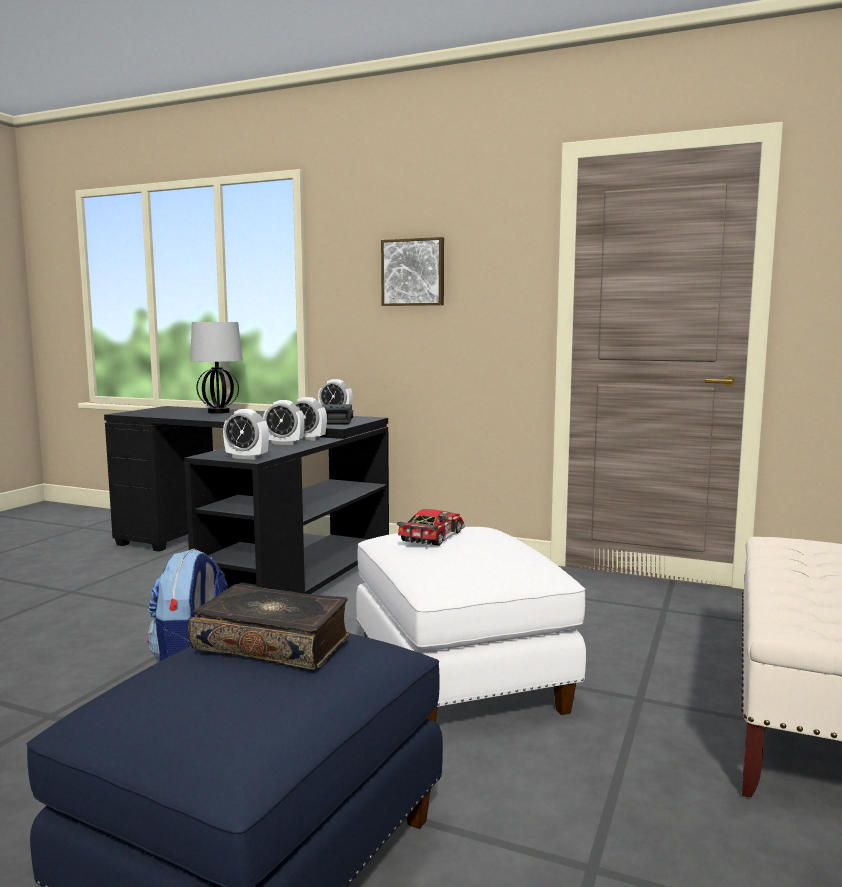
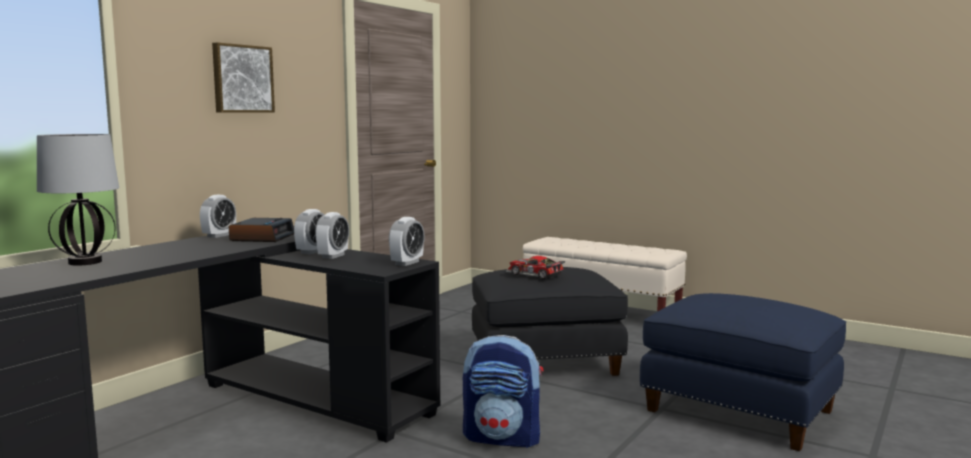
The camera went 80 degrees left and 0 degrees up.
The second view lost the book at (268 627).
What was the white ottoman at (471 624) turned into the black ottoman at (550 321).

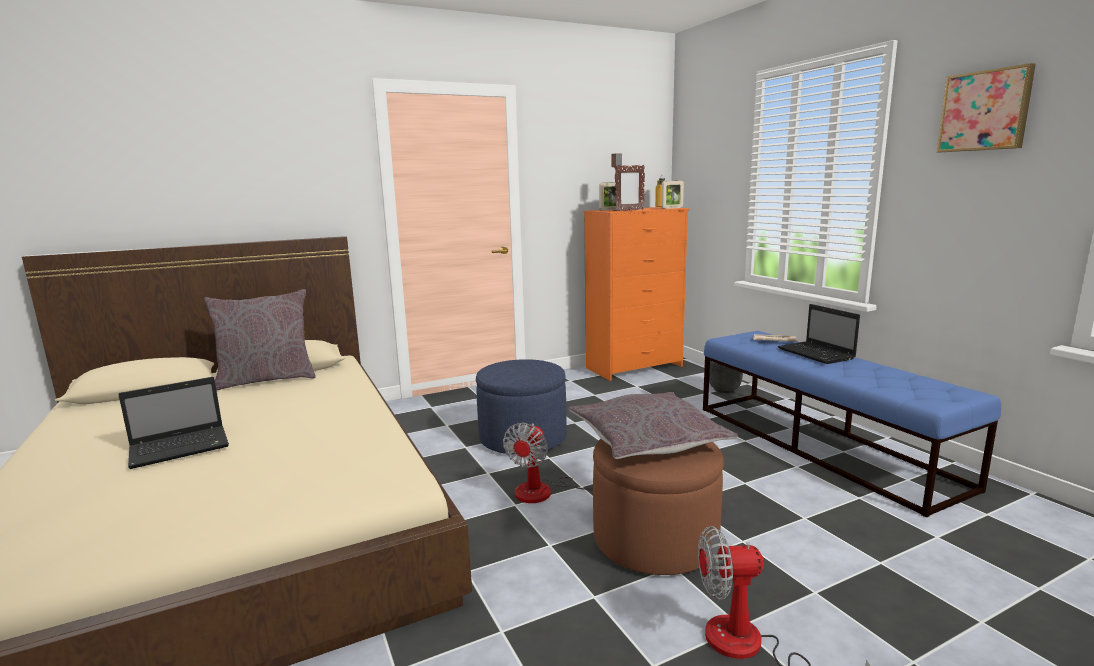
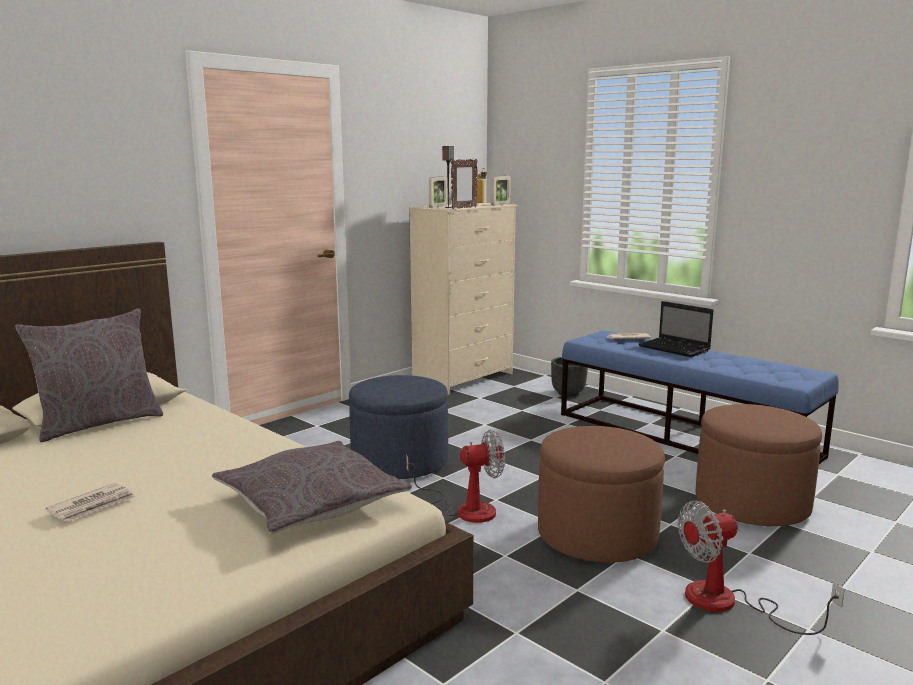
The camera went 20 degrees left and 0 degrees up.
The second view lost the picture at (986 107).
The second view gained the brown ottoman at (759 465).
The grey pillow ended up elsewhere, having gone from (653 425) to (312 487).
Where the laptop stood at (173 423), the newspaper came to stand at (91 502).
What was the orange dresser at (636 294) turned into the beige dresser at (463 299).
The fan at (548 463) ended up facing another way, 105 degrees counterclockwise from before.

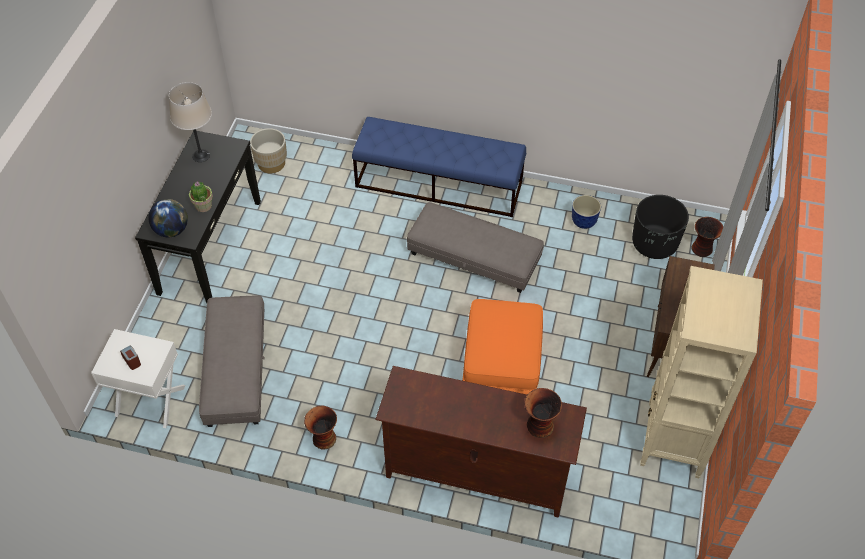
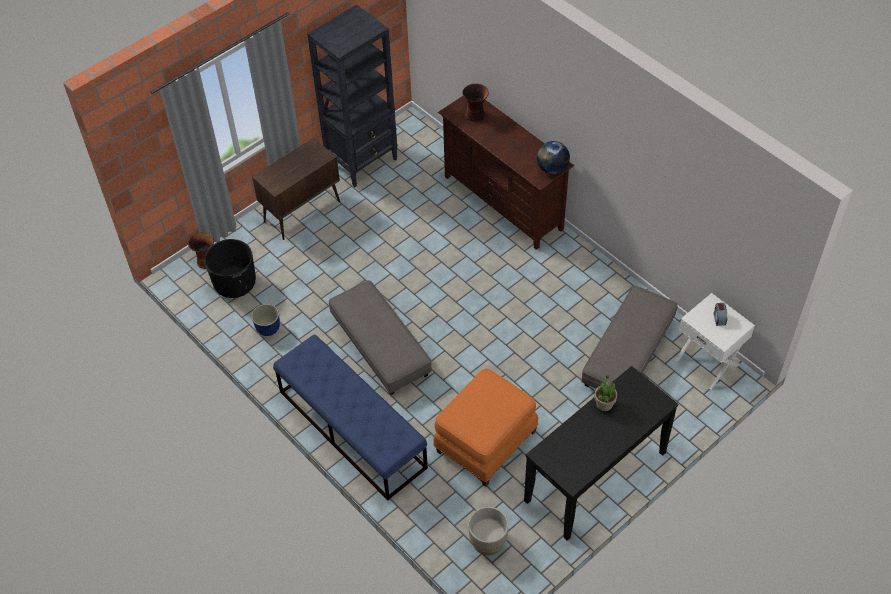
The camera went 145 degrees left and 0 degrees up.
The second view lost the beige table lamp at (190 122).
The second view lost the vase at (320 428).
The globe ended up elsewhere, having gone from (168 218) to (553 157).
The orange ottoman ended up elsewhere, having gone from (502 347) to (485 427).
What was the beige bookcase at (701 372) turned into the black bookcase at (352 96).

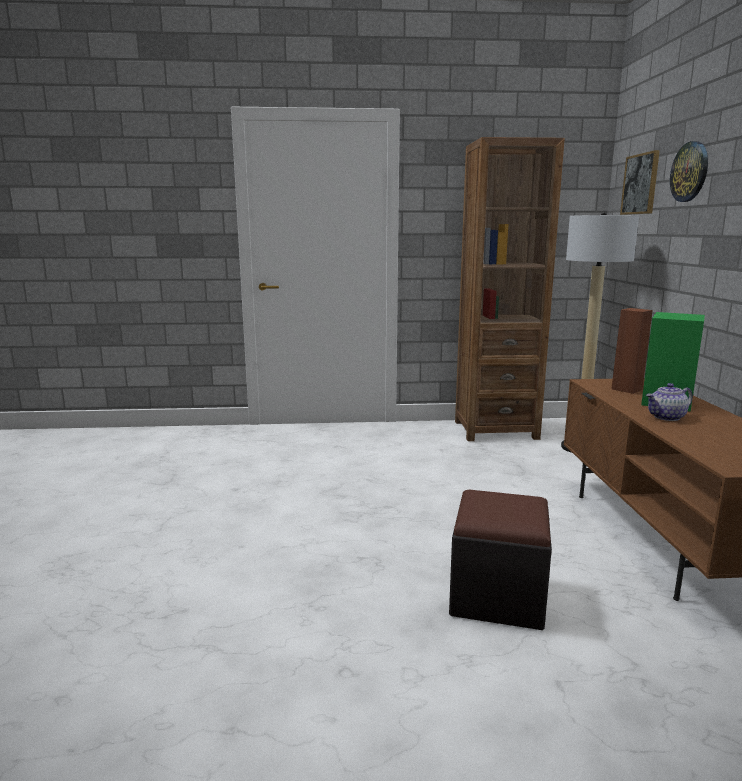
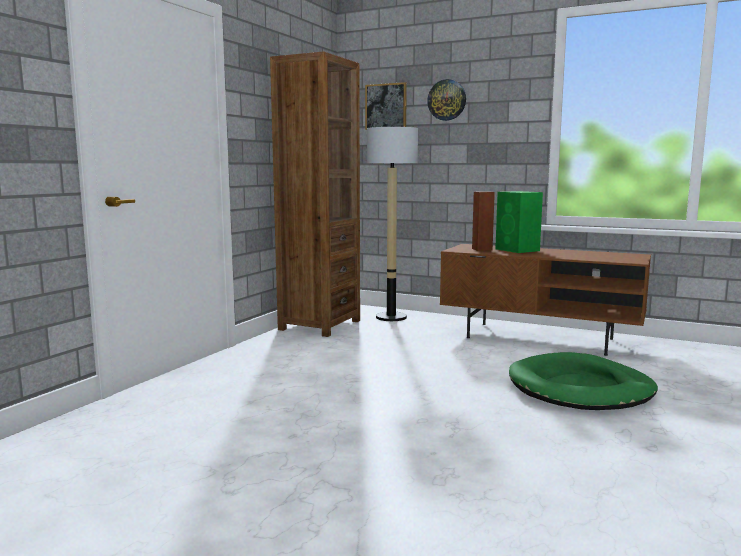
The camera went 60 degrees left and 5 degrees down.
The second view lost the teapot at (669 402).
Where the black ottoman stood at (500 560), the green dog bed came to stand at (583 381).

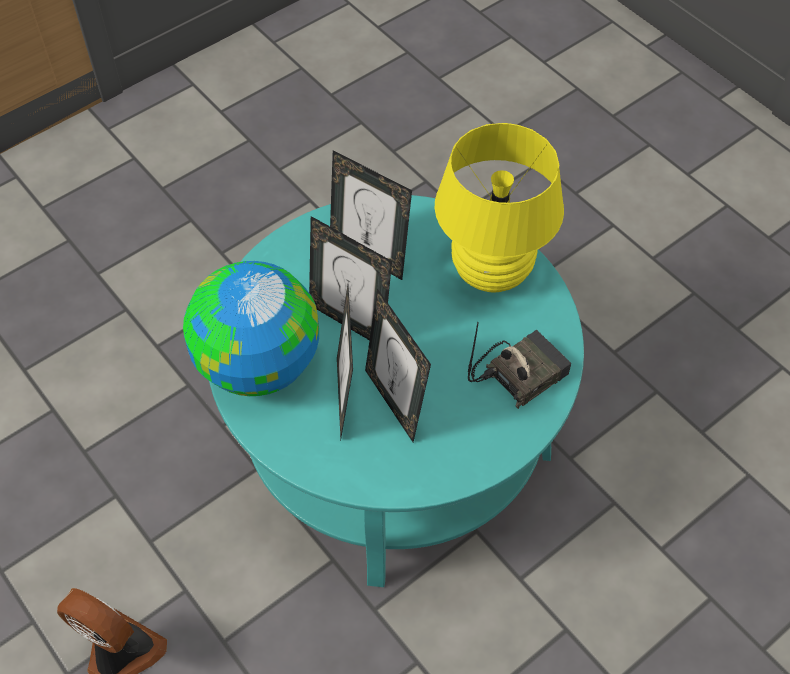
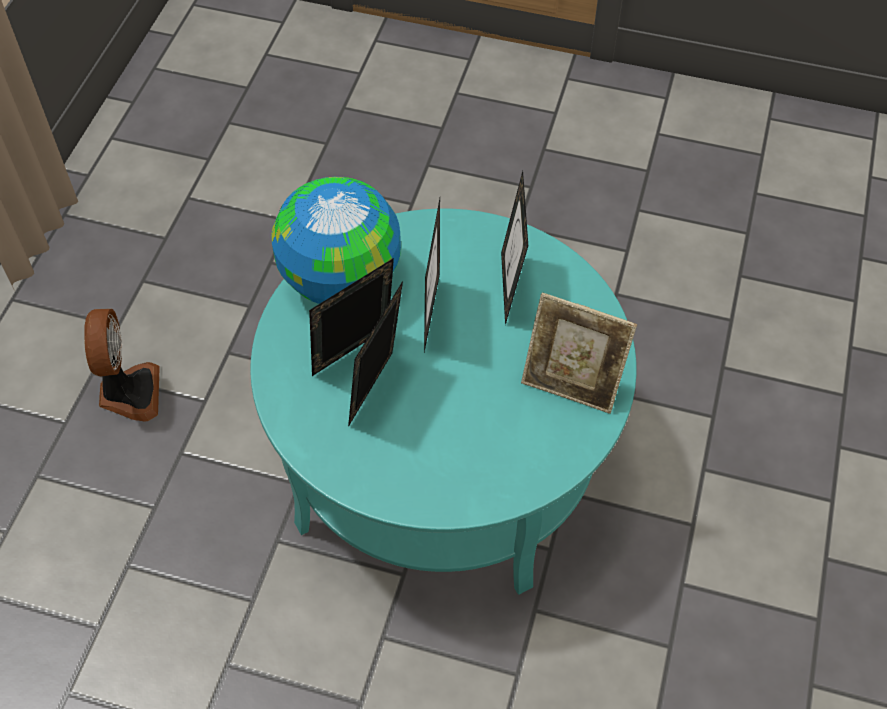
The camera went 55 degrees right and 0 degrees up.
The second view lost the radio at (519 365).
Where the yellow table lamp stood at (499 207), the picture frame came to stand at (579 353).

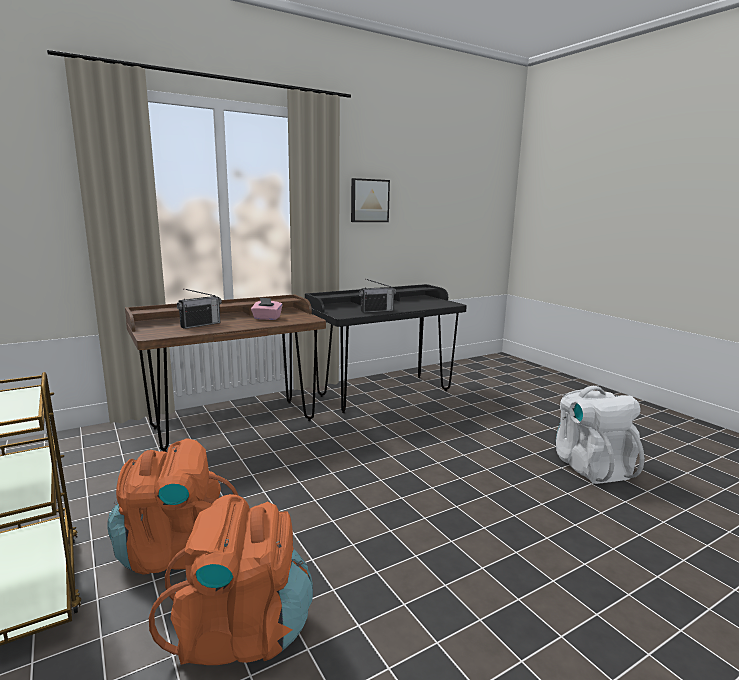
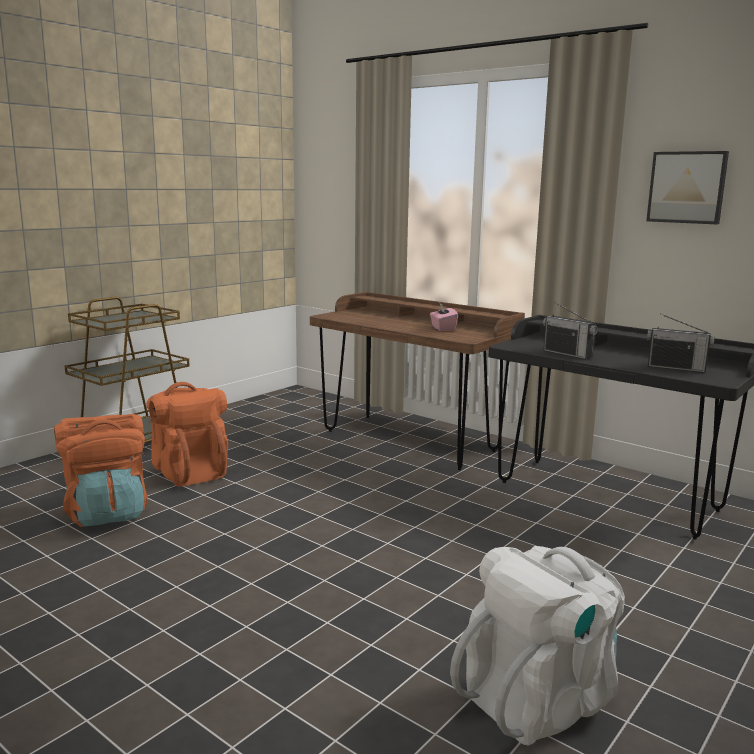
The camera went 70 degrees right and 0 degrees up.
The radio ended up elsewhere, having gone from (199 308) to (681 343).

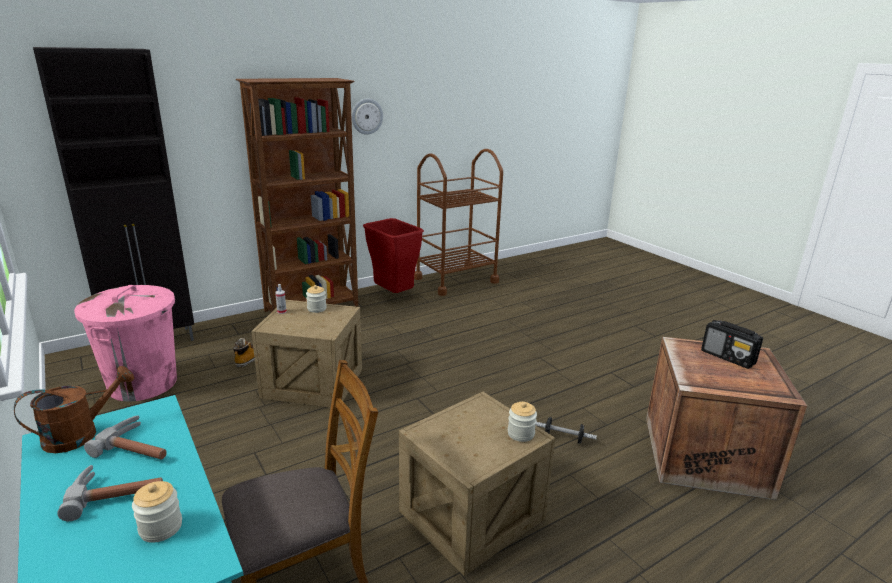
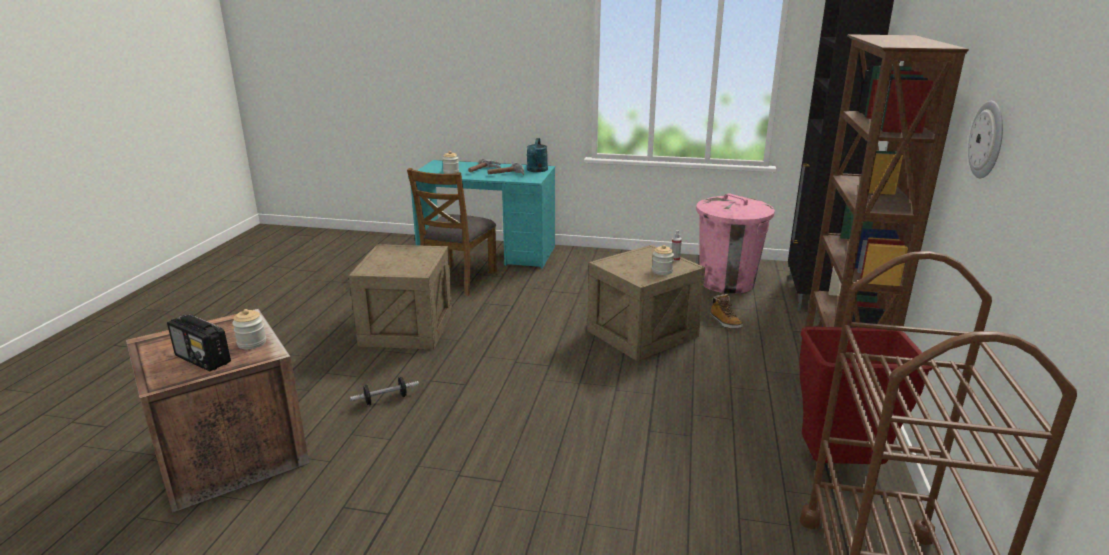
The camera went 135 degrees right and 0 degrees up.
The jar ended up elsewhere, having gone from (522 422) to (249 329).
What was the brown watering can at (74 409) turned into the turquoise watering can at (537 155).
The radio at (732 344) ended up facing another way, 150 degrees counterclockwise from before.

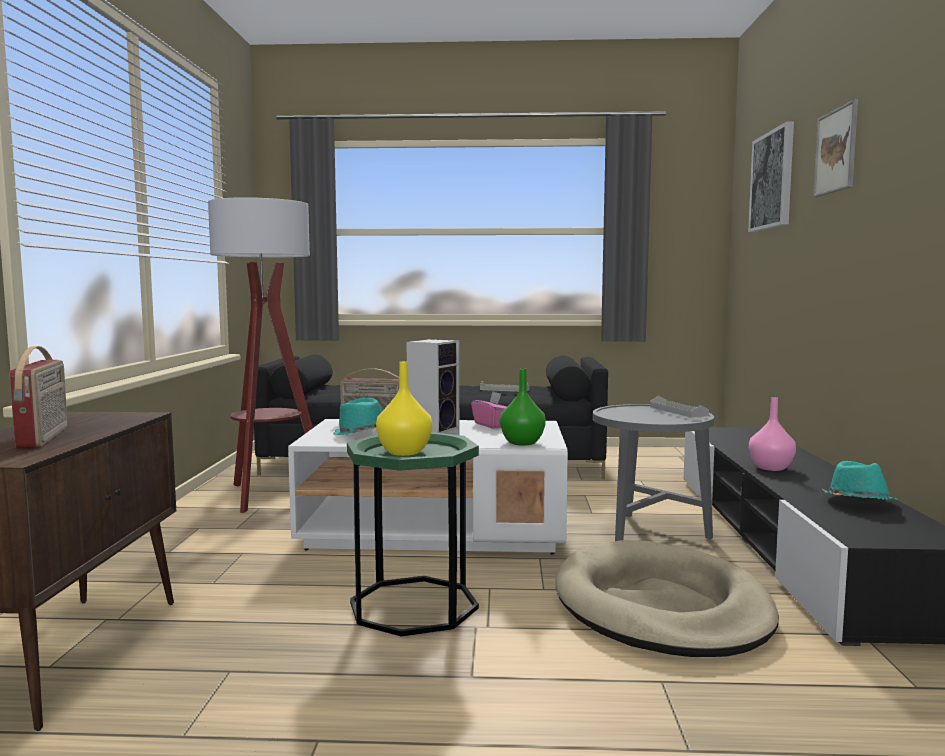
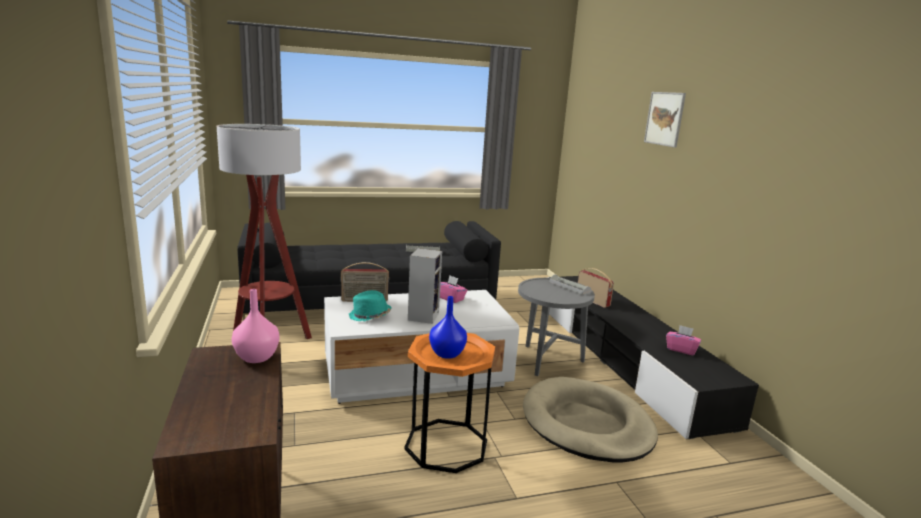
The camera went 20 degrees left and 10 degrees up.
The second view lost the green vase at (523 407).
The second view lost the picture at (771 176).
The radio ended up elsewhere, having gone from (38 397) to (596 288).
The pink vase ended up elsewhere, having gone from (772 434) to (255 326).
Where the turquoise hat stood at (860 480), the pink tissue box came to stand at (683 340).
What was the green side table at (413 534) turned into the orange side table at (449 403).
What was the yellow vase at (404 408) turned into the blue vase at (448 327).

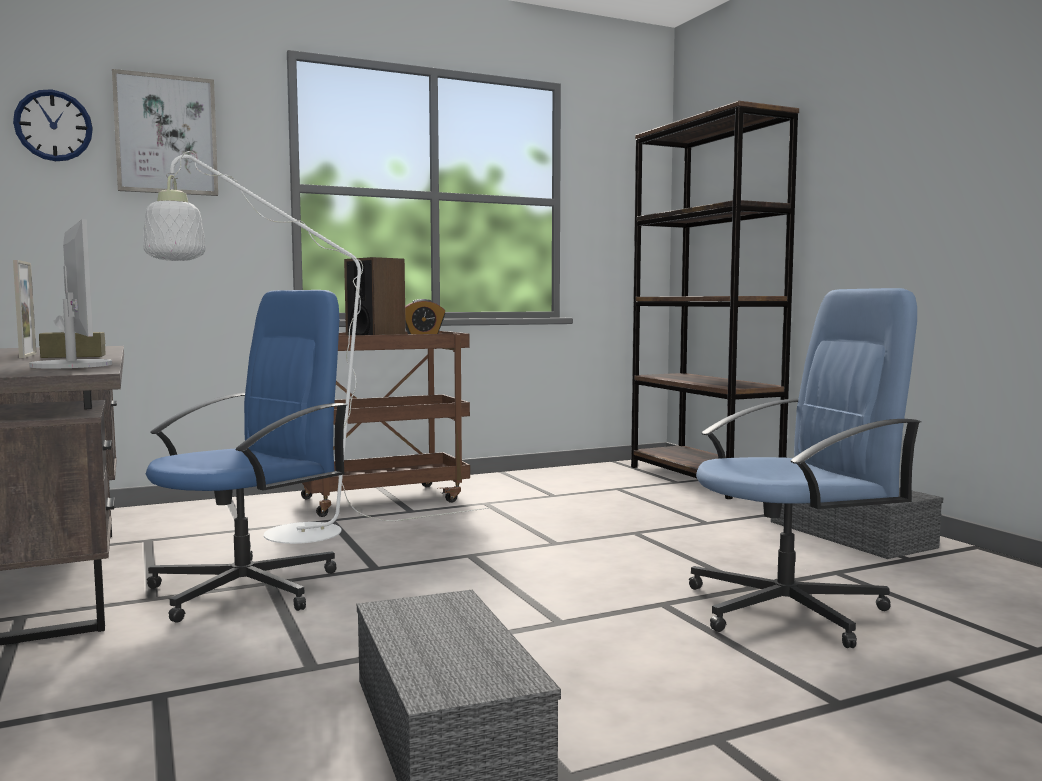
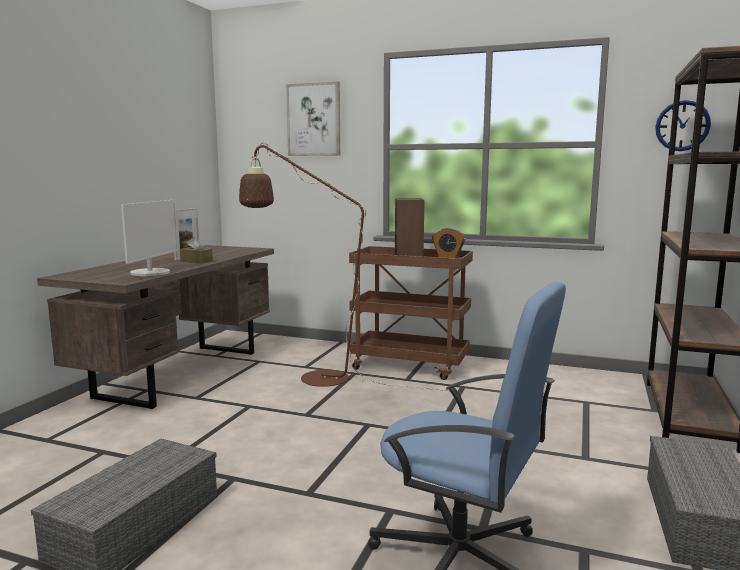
The camera went 45 degrees right and 5 degrees up.
The second view lost the blue office chair at (247 456).
The wall clock ended up elsewhere, having gone from (53 125) to (683 125).
What was the white floor lamp at (316 347) turned into the brown floor lamp at (343 267).

